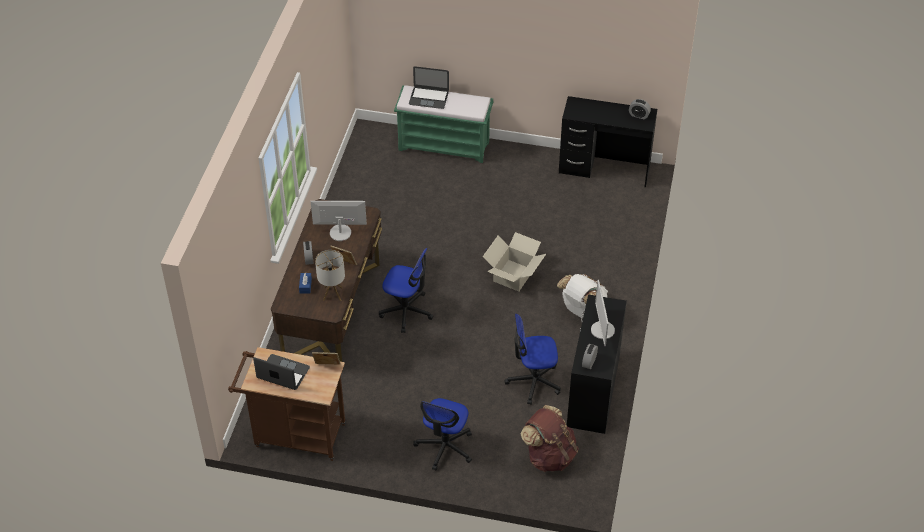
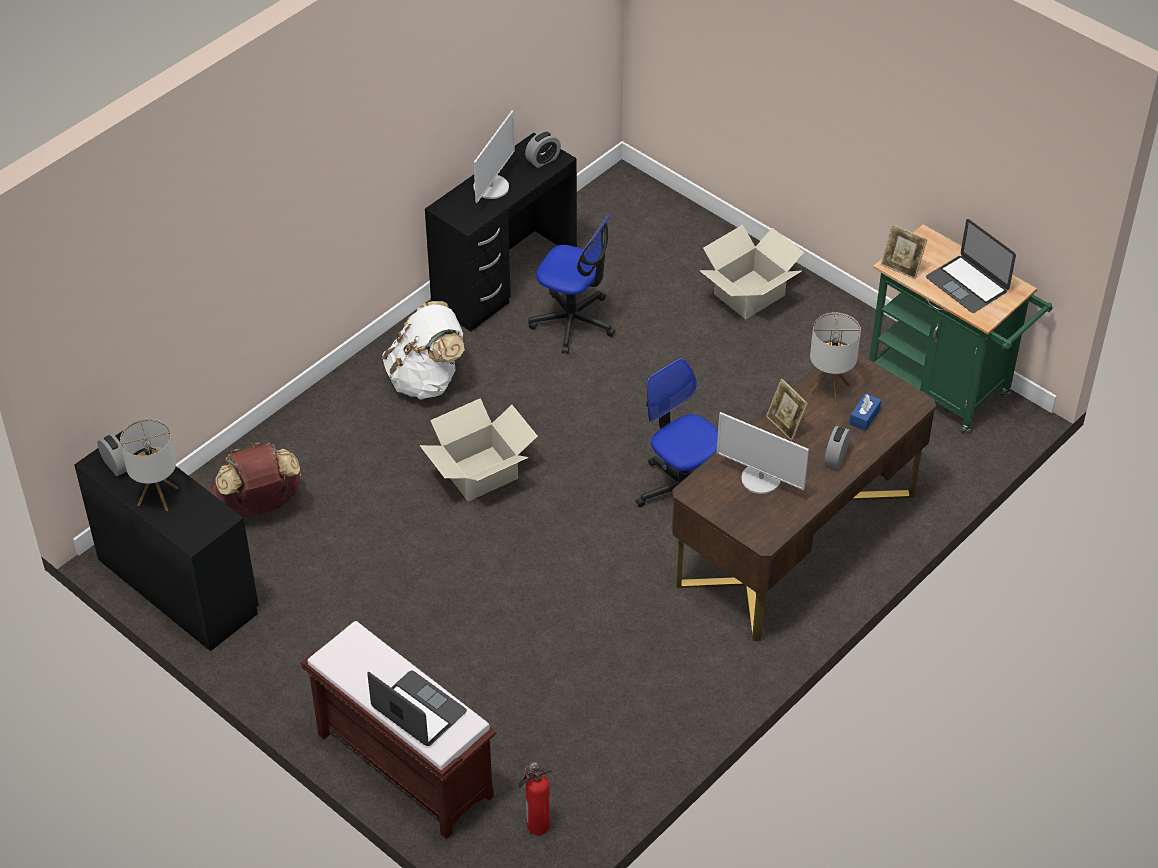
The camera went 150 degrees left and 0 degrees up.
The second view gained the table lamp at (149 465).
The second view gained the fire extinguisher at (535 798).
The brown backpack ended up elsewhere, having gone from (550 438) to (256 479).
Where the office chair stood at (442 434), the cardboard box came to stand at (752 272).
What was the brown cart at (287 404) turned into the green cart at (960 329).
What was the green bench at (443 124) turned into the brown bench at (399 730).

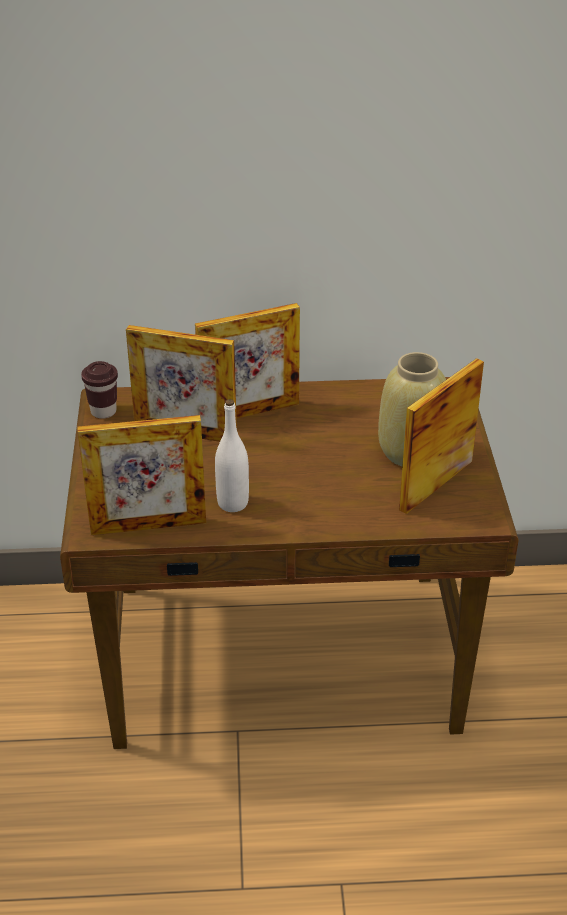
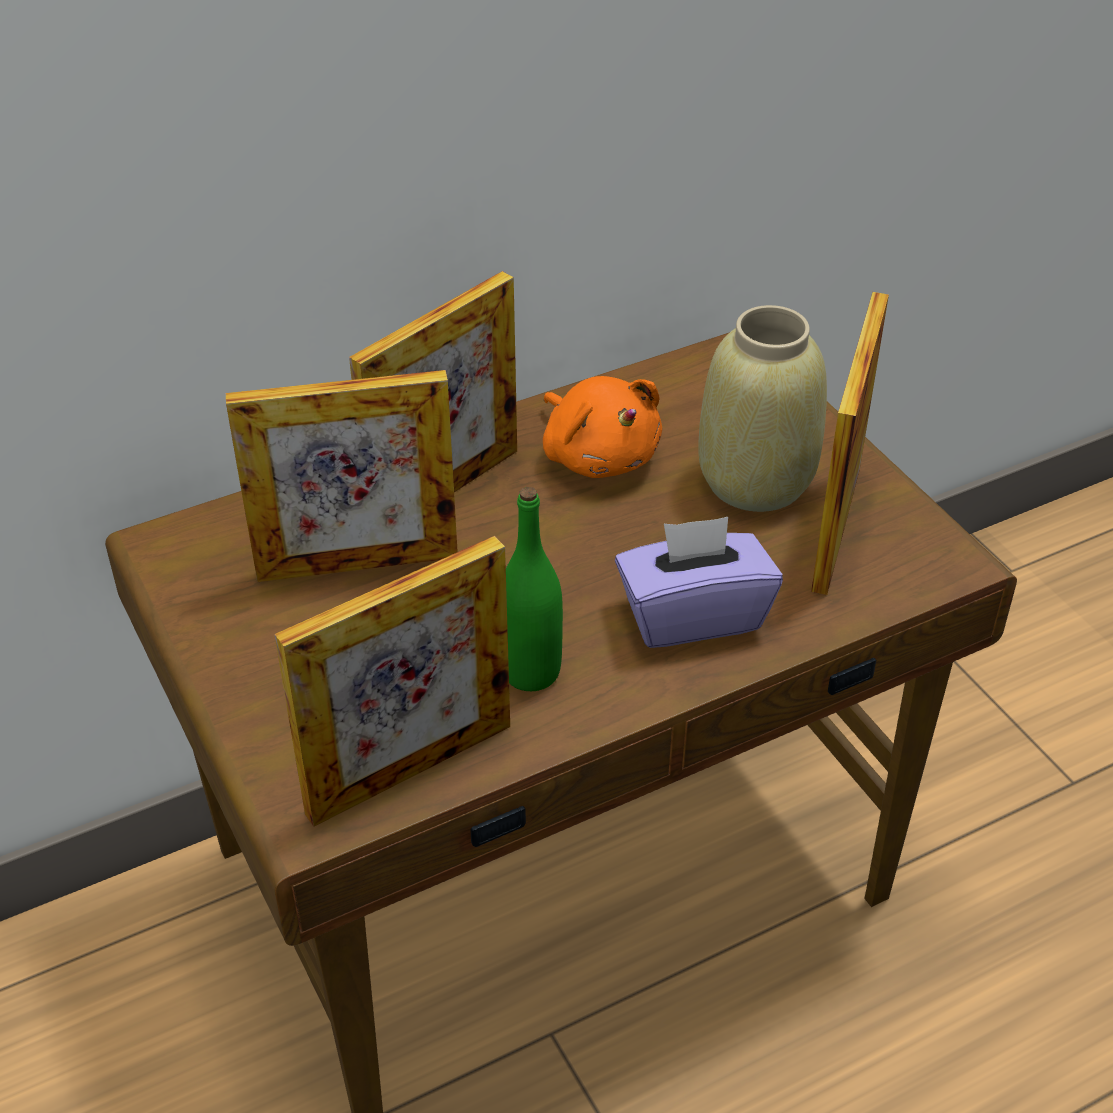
The camera went 25 degrees left and 5 degrees up.
The second view lost the brown cup at (99 390).
The second view gained the orange plush toy at (602 427).
The second view gained the purple tissue box at (699 582).
What was the white bottle at (232 455) turned into the green bottle at (534 589).

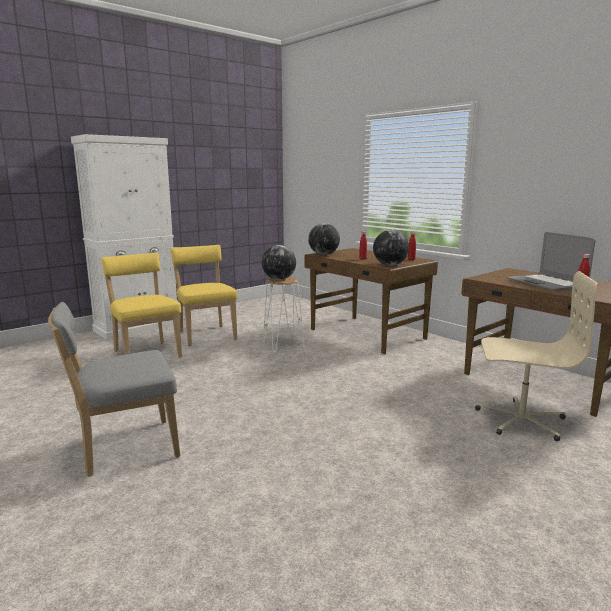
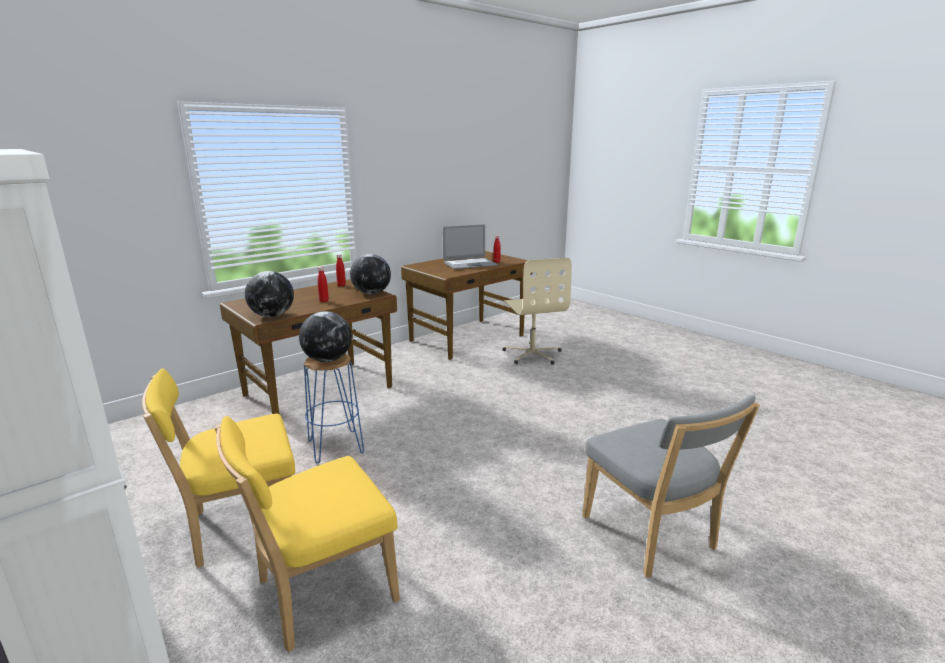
The camera went 90 degrees left and 5 degrees up.
What was the white stool at (283 314) turned into the blue stool at (334 408).
The beige office chair at (536 356) ended up facing another way, 150 degrees clockwise from before.

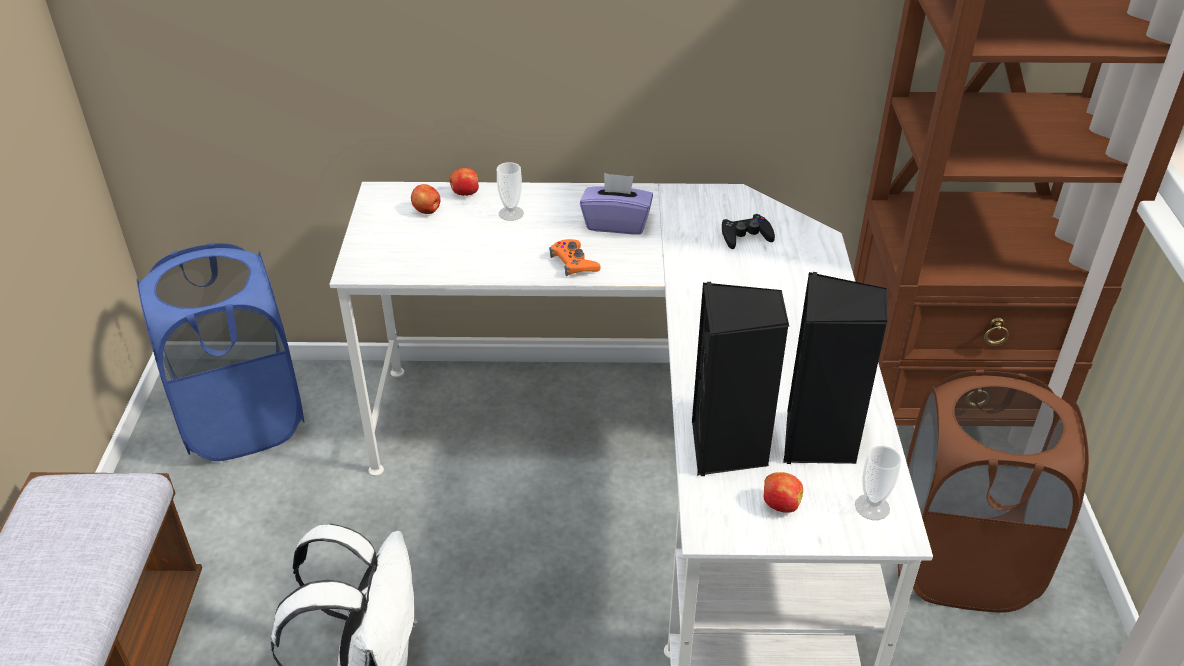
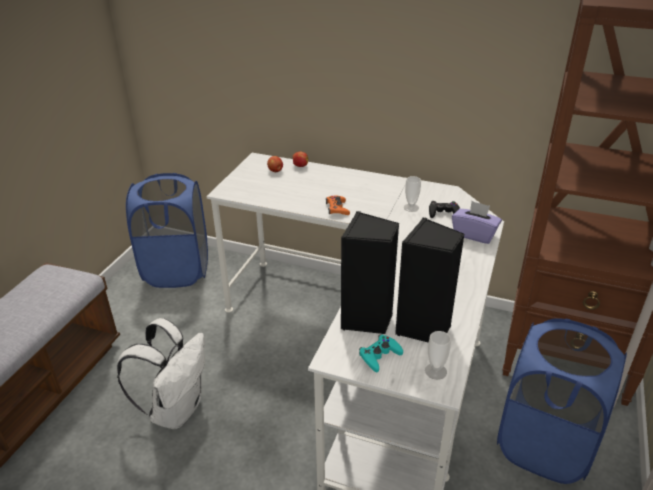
The camera went 20 degrees right and 5 degrees down.
The cup ended up elsewhere, having gone from (510 191) to (412 194).
The purple tissue box ended up elsewhere, having gone from (616 203) to (477 222).
Where the apple stood at (783 492), the turquoise game controller came to stand at (381 353).
What was the brown laundry basket at (993 491) turned into the blue laundry basket at (562 401).

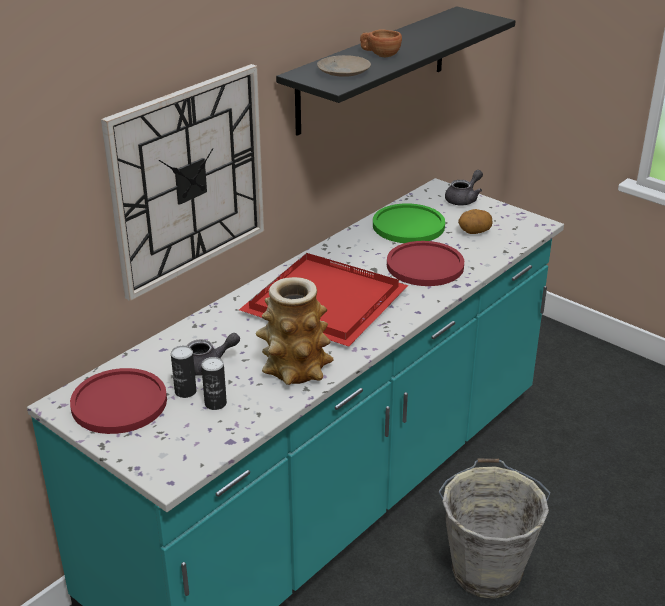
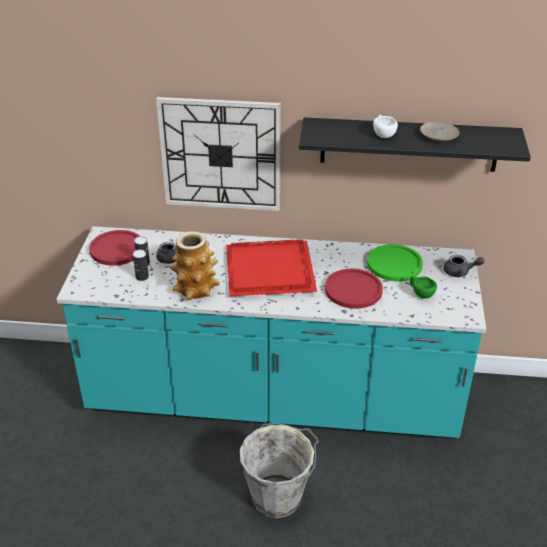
The camera went 55 degrees right and 5 degrees up.
The beige plate ended up elsewhere, having gone from (344 66) to (440 131).
Where the potato stood at (475 221), the green cup came to stand at (423 287).
What was the brown cup at (381 43) turned into the white cup at (385 126).

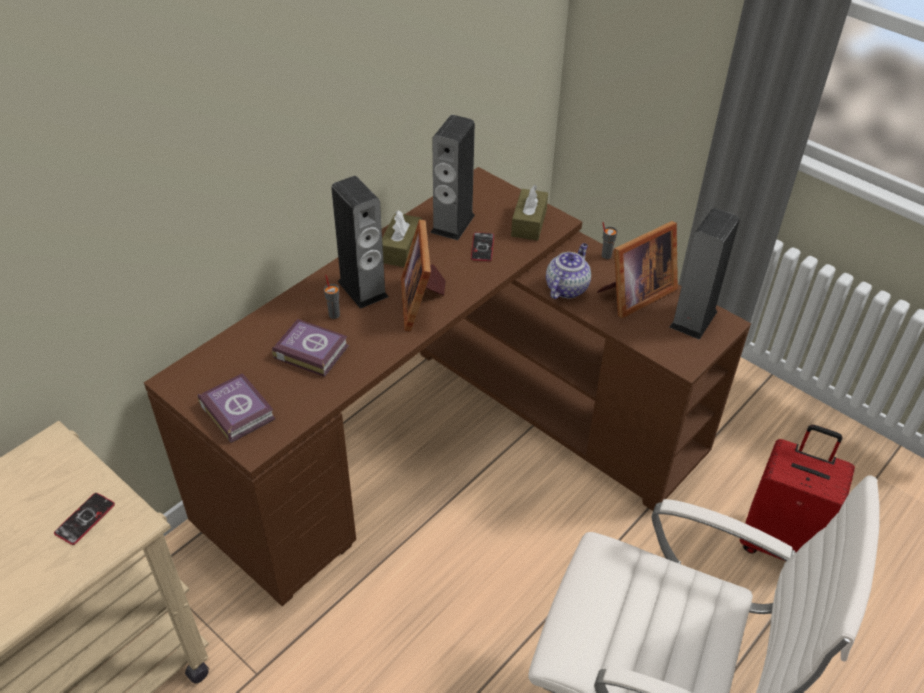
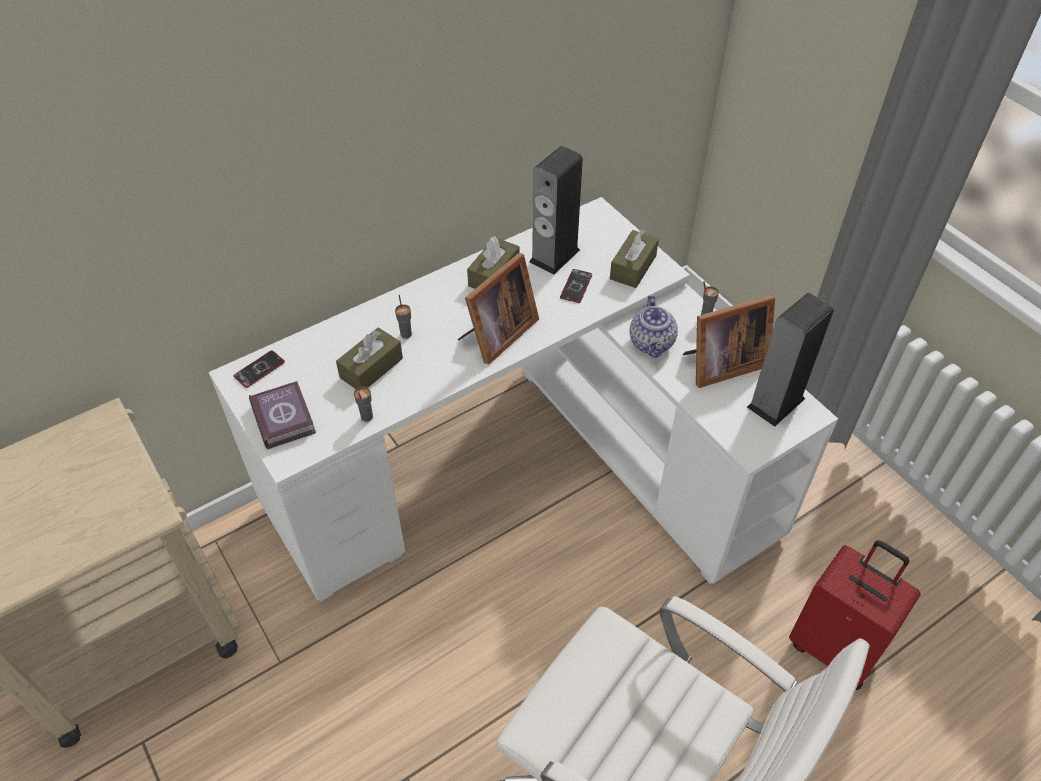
The camera went 15 degrees right and 5 degrees up.
The second view lost the speaker at (359 242).
The second view gained the grey cup at (363 404).
The phone ended up elsewhere, having gone from (84 519) to (259 369).
Where the book stood at (310 348), the brown tissue box came to stand at (369 358).
What was the brown desk at (447 386) turned into the white desk at (523 399).
The picture frame at (423 275) ended up facing another way, 150 degrees counterclockwise from before.
The teapot at (568 271) ended up facing another way, 135 degrees clockwise from before.

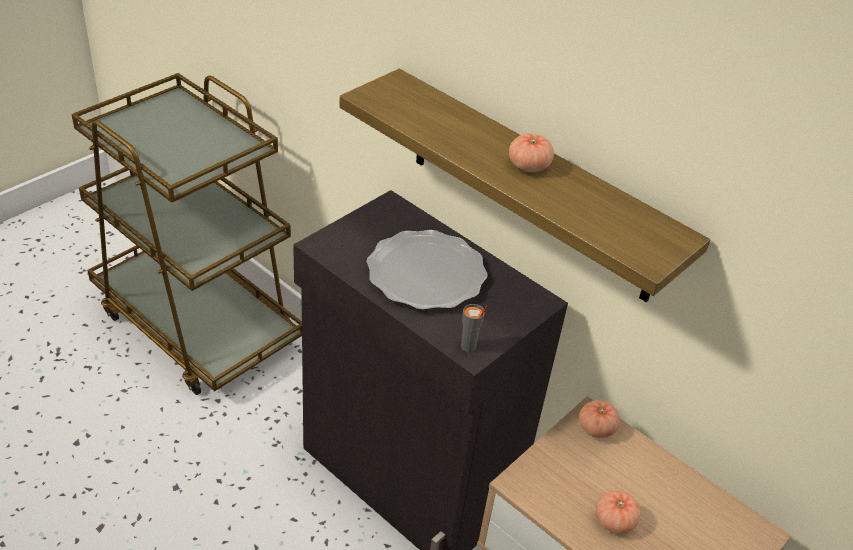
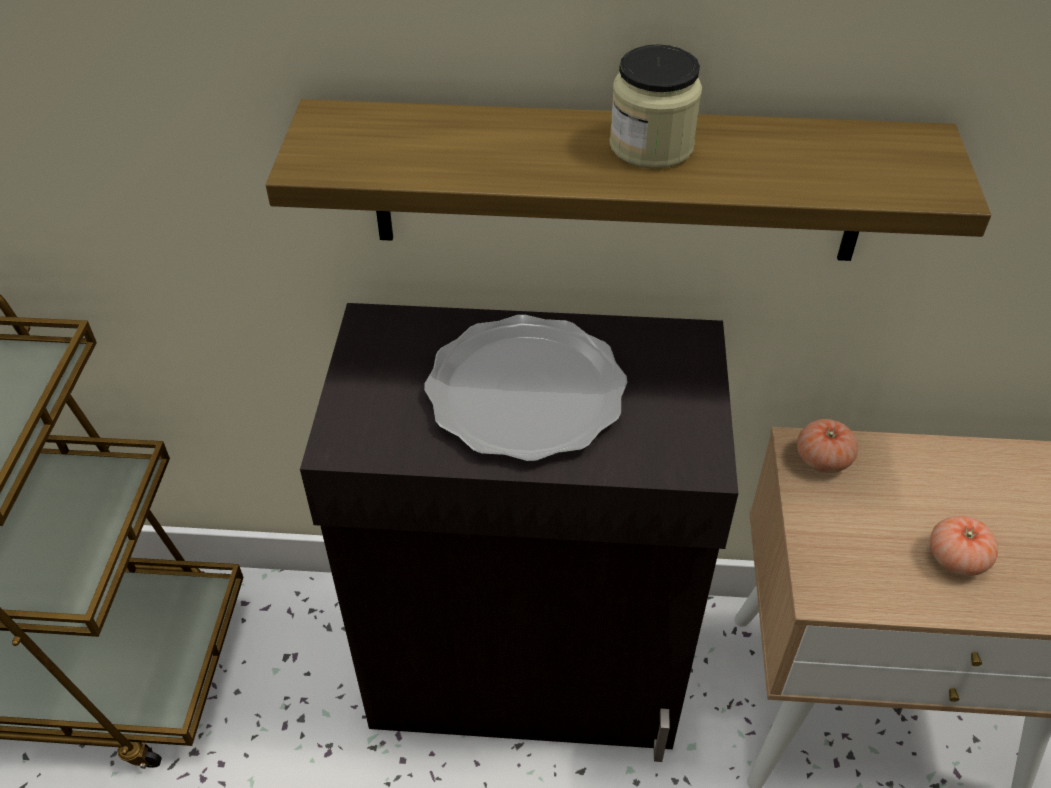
The camera went 35 degrees left and 5 degrees up.
The second view lost the grey cup at (474 328).
Where the tomato stood at (531 153), the jar came to stand at (655 106).

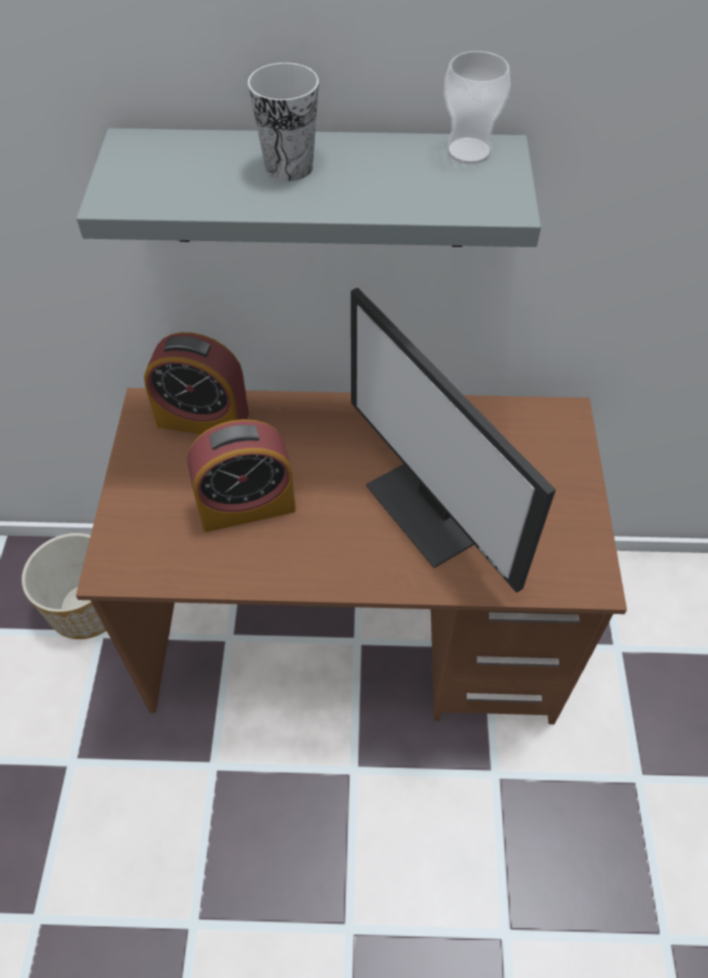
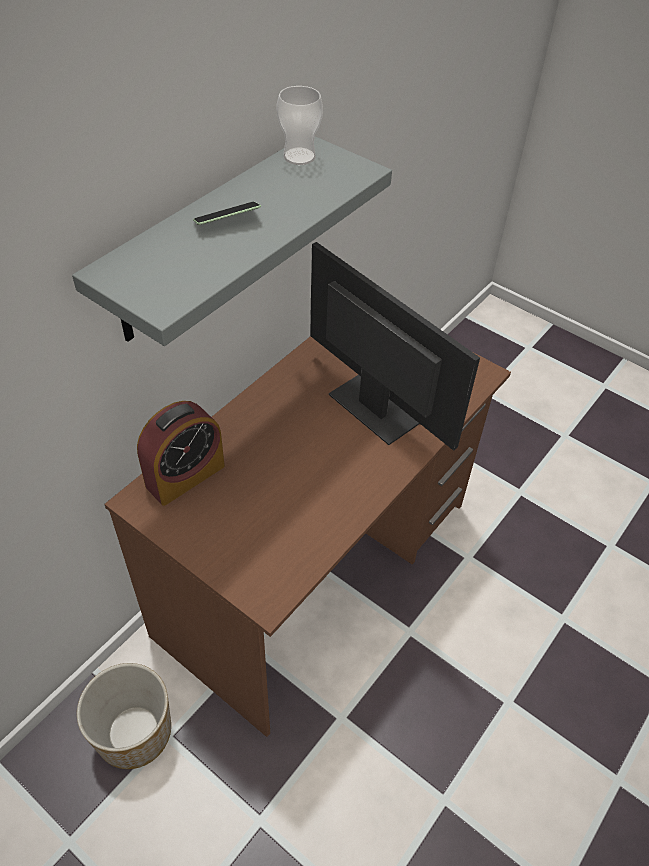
The camera went 55 degrees left and 5 degrees down.
The second view lost the alarm clock at (241 475).
Where the cup stood at (283 122), the phone came to stand at (227 213).
The monitor at (453 440) ended up facing another way, 135 degrees counterclockwise from before.

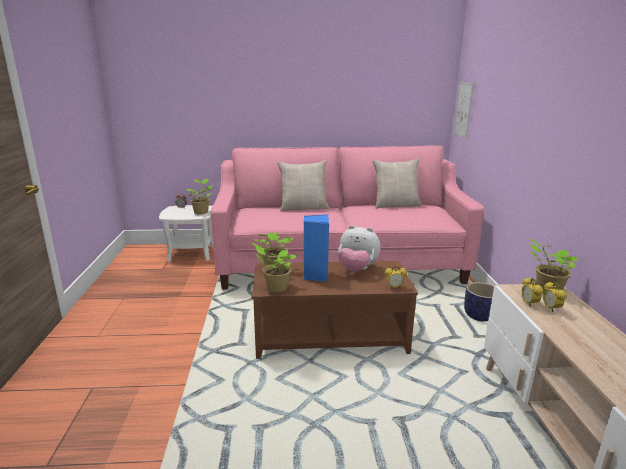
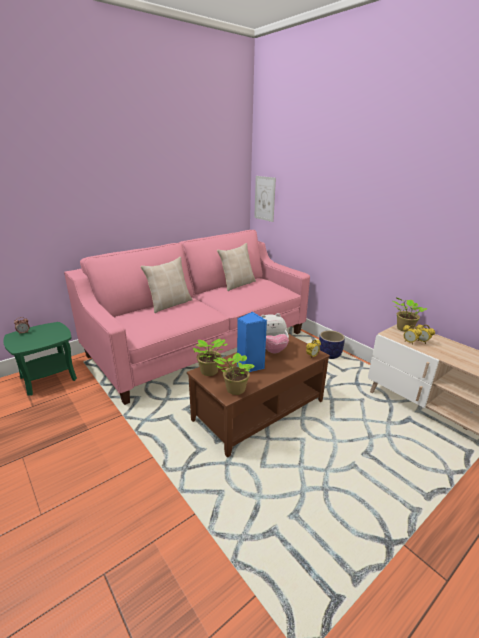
The camera went 35 degrees left and 5 degrees up.
The second view lost the potted plant at (199 197).
What was the white side table at (186 233) turned into the green side table at (40 359).

